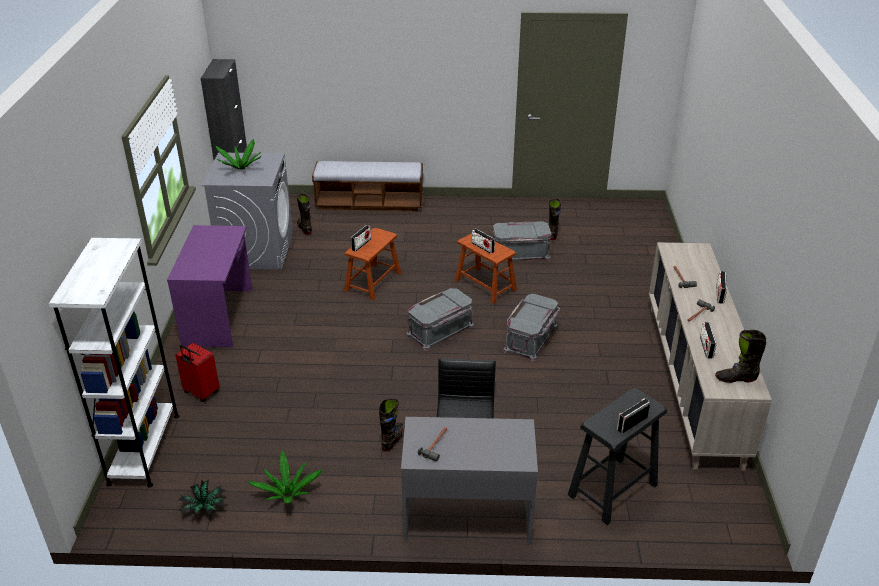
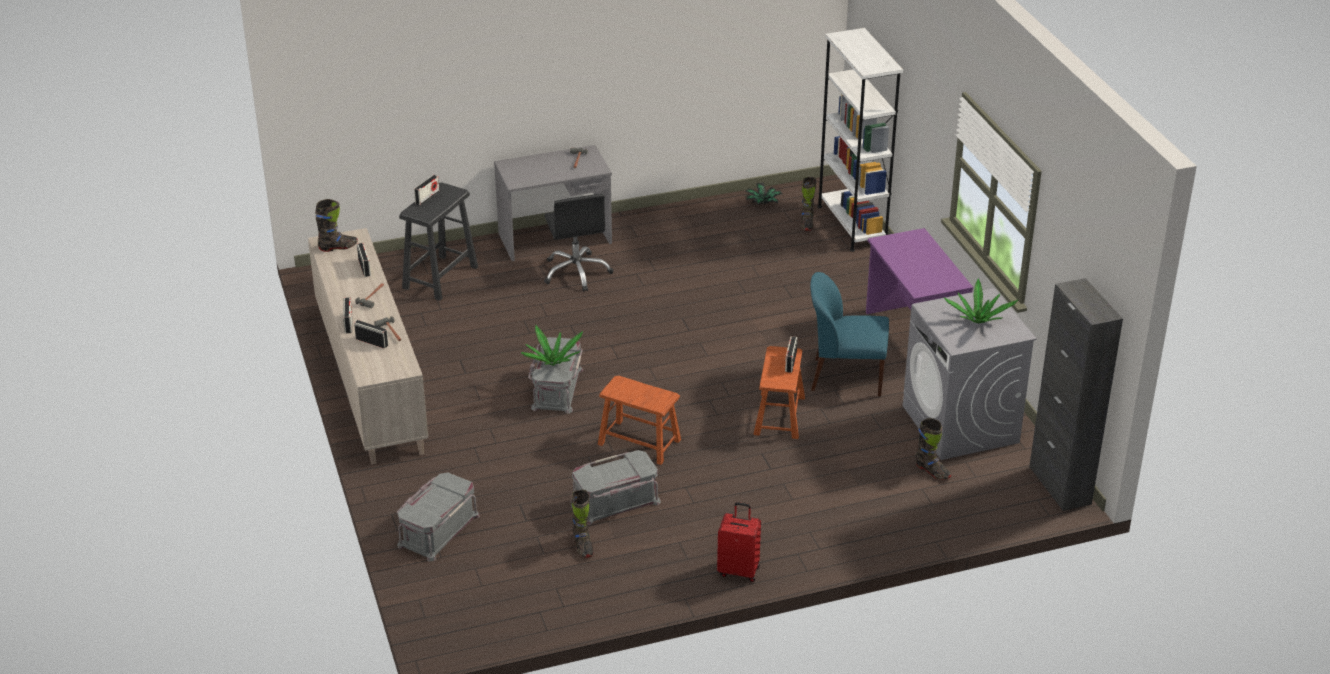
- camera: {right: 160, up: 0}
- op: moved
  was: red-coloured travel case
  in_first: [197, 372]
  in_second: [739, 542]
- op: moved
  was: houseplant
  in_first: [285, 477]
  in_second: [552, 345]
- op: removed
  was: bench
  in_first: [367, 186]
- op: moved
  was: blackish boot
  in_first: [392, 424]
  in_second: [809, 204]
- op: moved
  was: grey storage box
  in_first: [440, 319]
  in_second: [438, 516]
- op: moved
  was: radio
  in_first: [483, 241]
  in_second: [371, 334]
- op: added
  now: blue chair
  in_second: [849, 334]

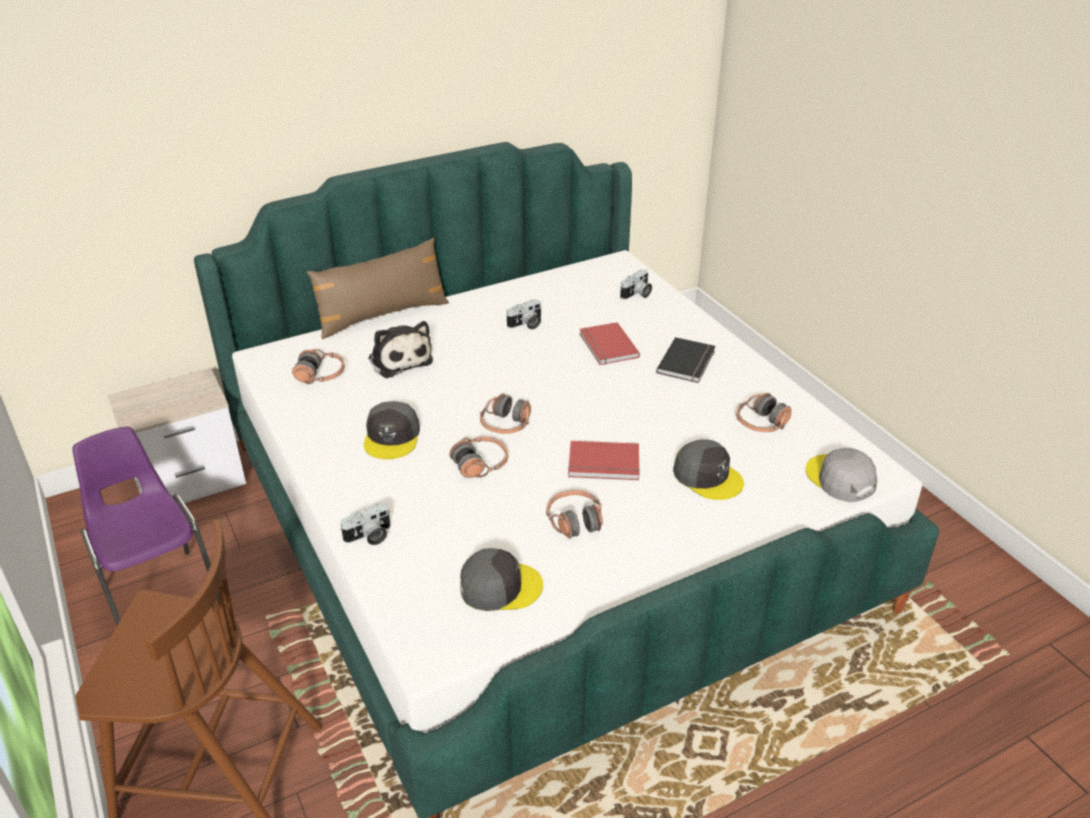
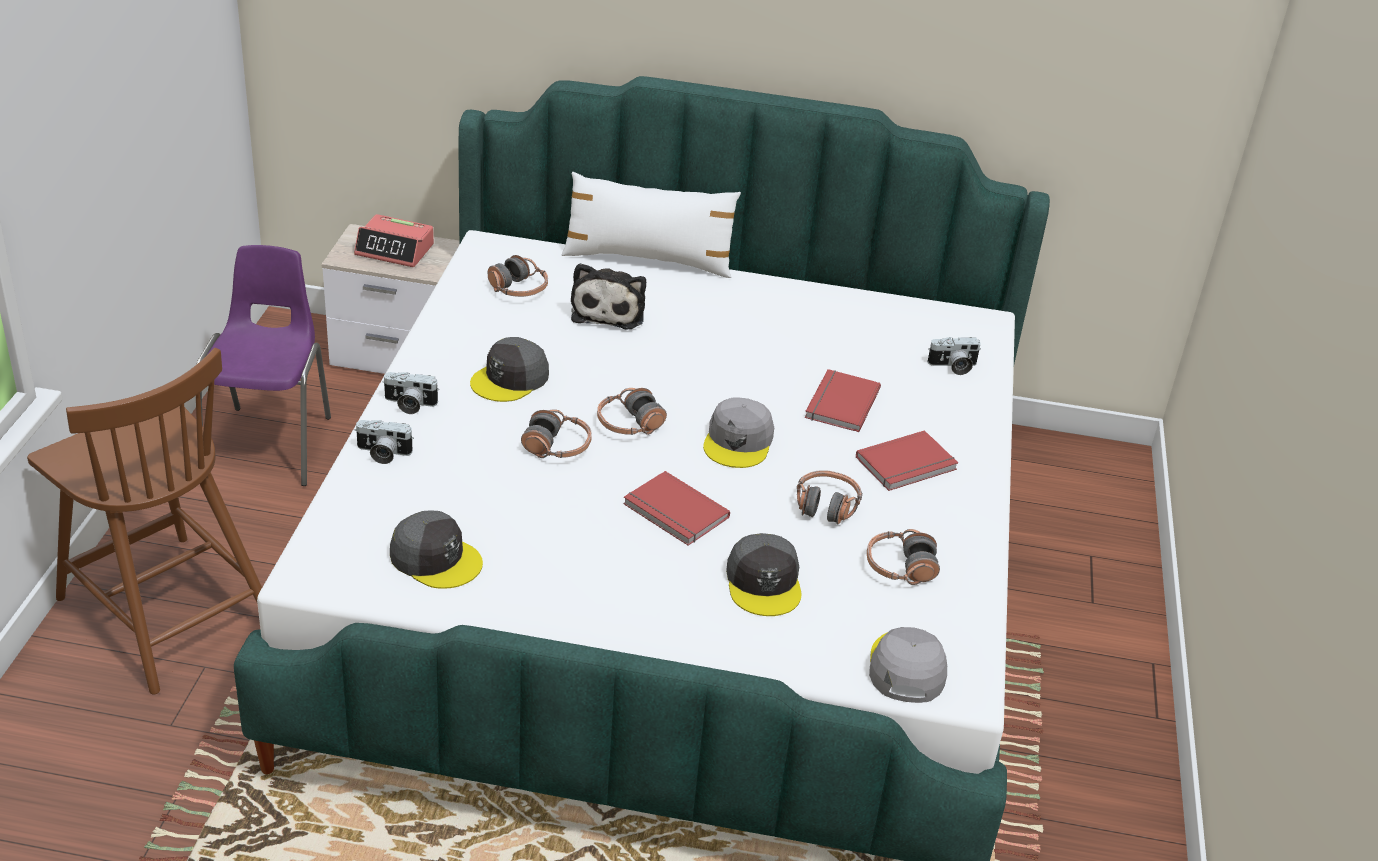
- camera: {right: 35, up: 0}
- op: recoloured
  was: brownish throw pillow
  now: whitish throw pillow
  in_first: [378, 288]
  in_second: [651, 225]
- op: moved
  was: photo camera
  in_first: [524, 314]
  in_second: [410, 393]
- op: moved
  was: headphones
  in_first: [574, 514]
  in_second: [829, 497]
- op: recoloured
  was: blackish bound book
  now: red-coloured bound book
  in_first: [685, 360]
  in_second: [907, 460]
- op: added
  now: bedside clock
  in_second: [394, 240]
- op: added
  now: grey peaked cap
  in_second: [738, 432]

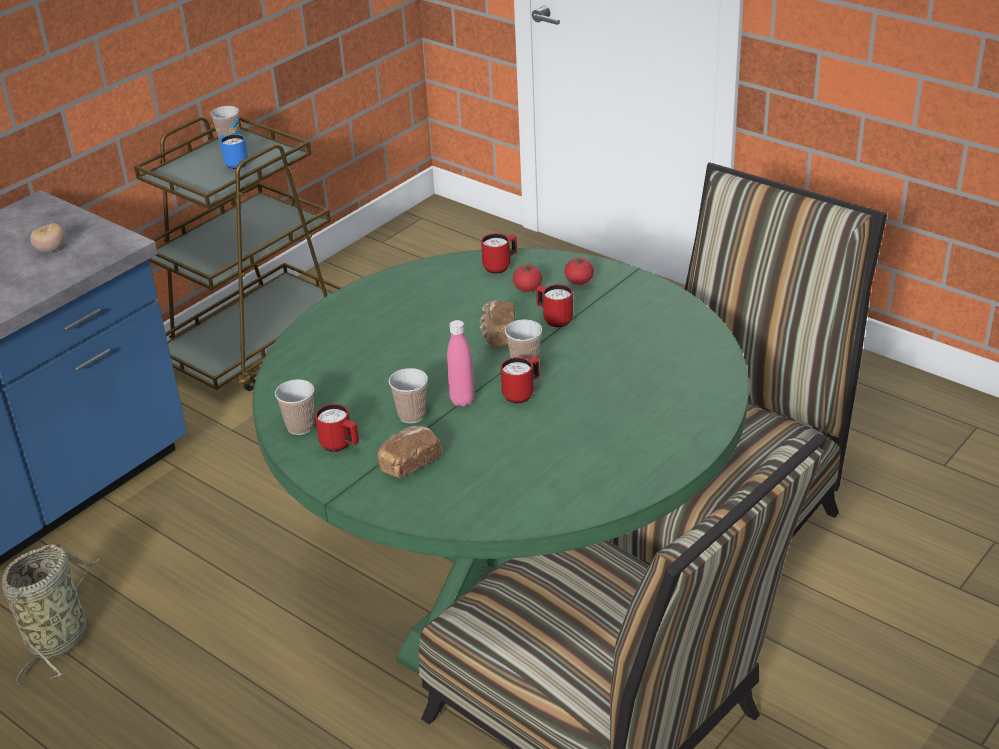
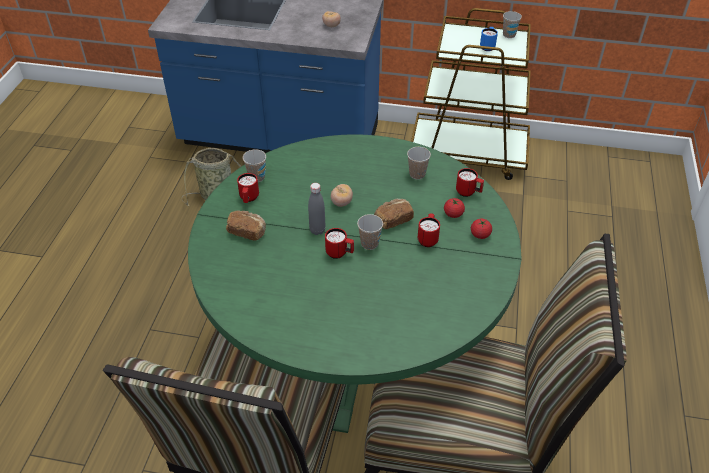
- camera: {right: 60, up: 10}
- op: moved
  was: cup
  in_first: [408, 395]
  in_second: [419, 163]
- op: recoloured
  was: pink-coloured beverage bottle
  now: grey beverage bottle
  in_first: [460, 363]
  in_second: [317, 209]
- op: added
  now: whole tomato
  in_second: [342, 195]

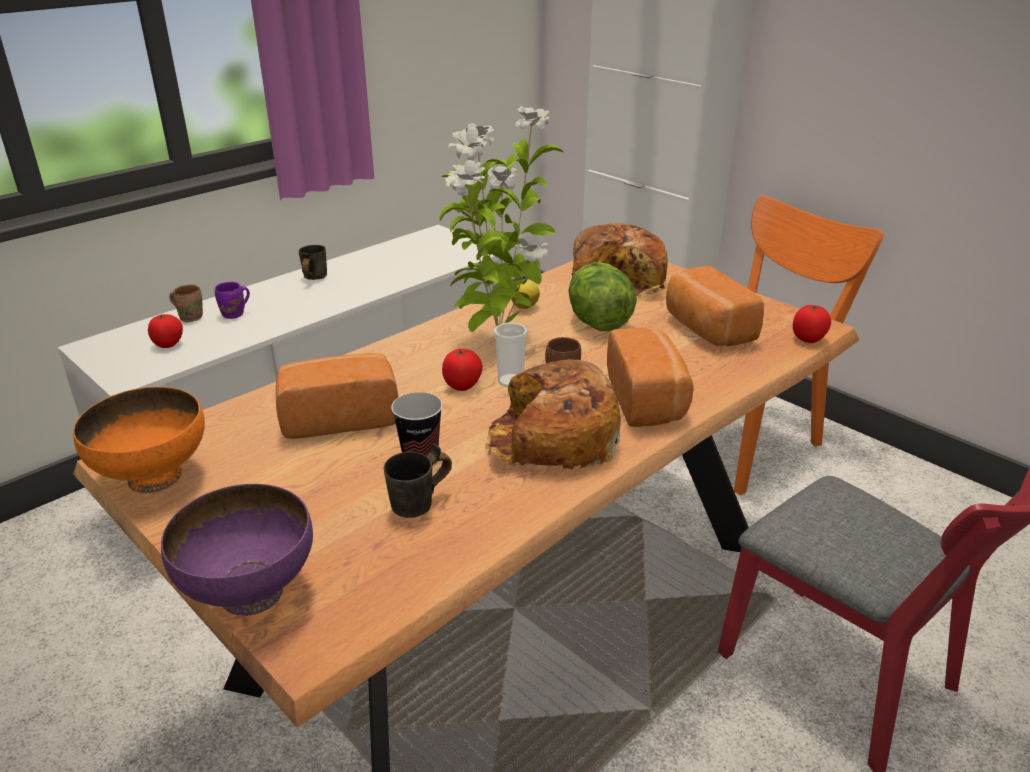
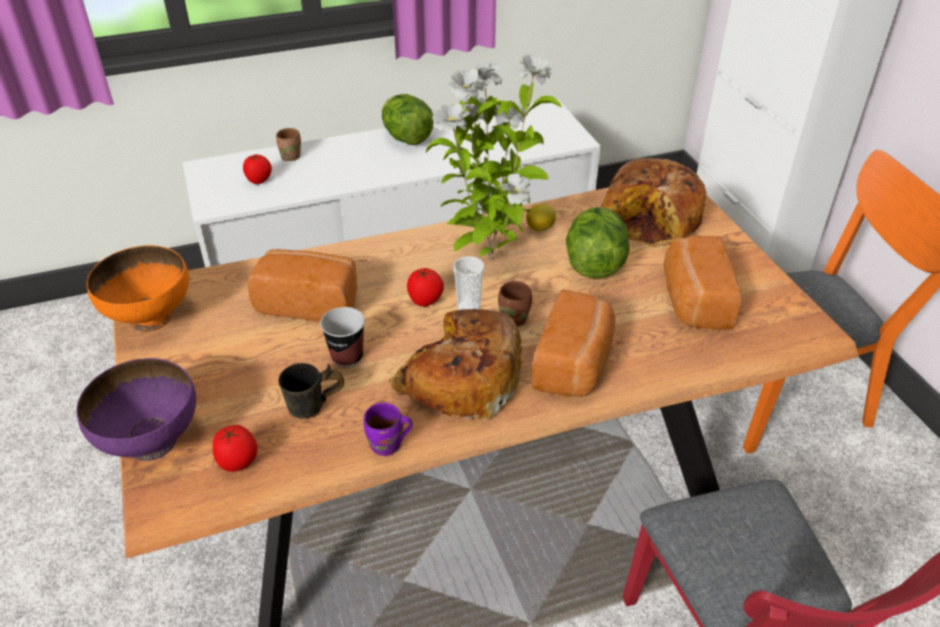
- camera: {right: 25, up: 10}
- op: moved
  was: purplish tea mug
  in_first: [232, 300]
  in_second: [388, 429]
- op: replaced
  was: grey tea mug
  now: lettuce
  in_first: [312, 262]
  in_second: [408, 119]
- op: moved
  was: whole tomato
  in_first: [812, 323]
  in_second: [235, 448]

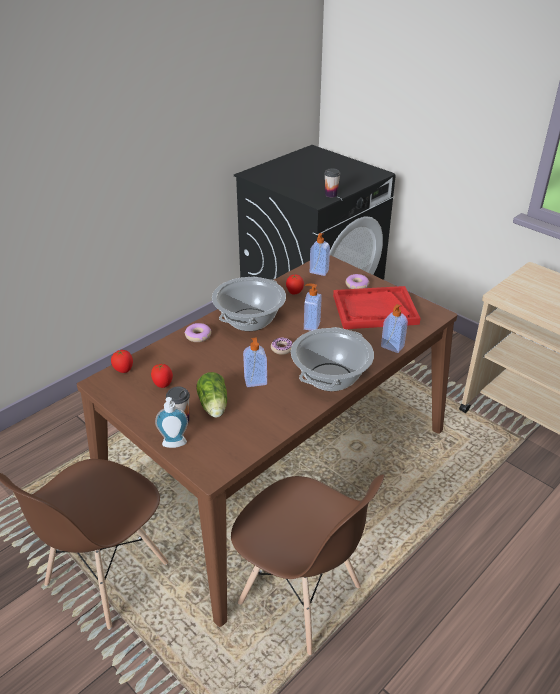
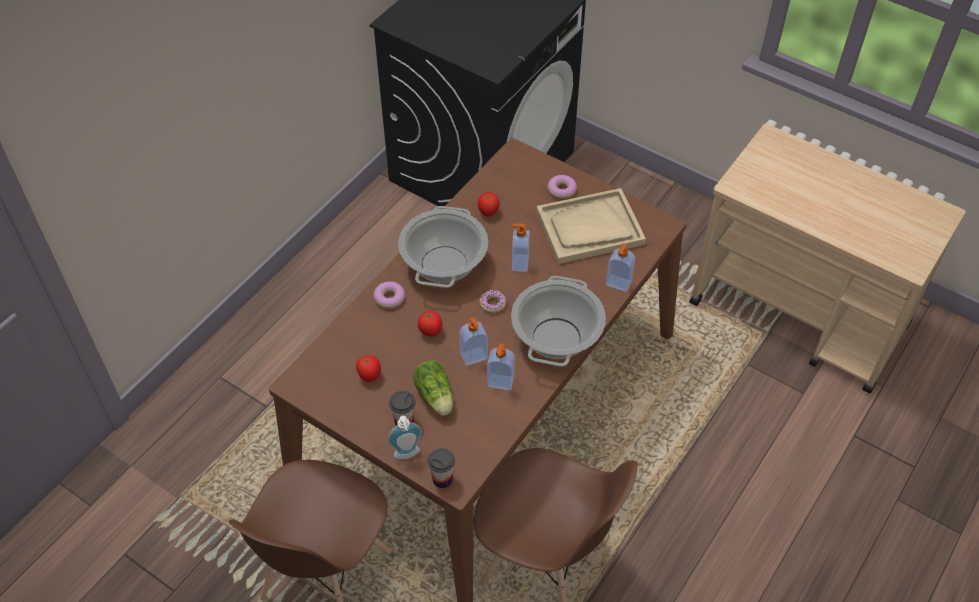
- camera: {right: -10, up: 15}
- op: moved
  was: whole tomato
  in_first: [122, 361]
  in_second: [430, 323]
- op: moved
  was: soap bottle
  in_first: [320, 254]
  in_second: [501, 367]
- op: moved
  was: cup
  in_first: [332, 183]
  in_second: [441, 468]
- op: recoloured
  was: red-coloured serving tray
  now: beige serving tray
  in_first: [377, 307]
  in_second: [591, 226]

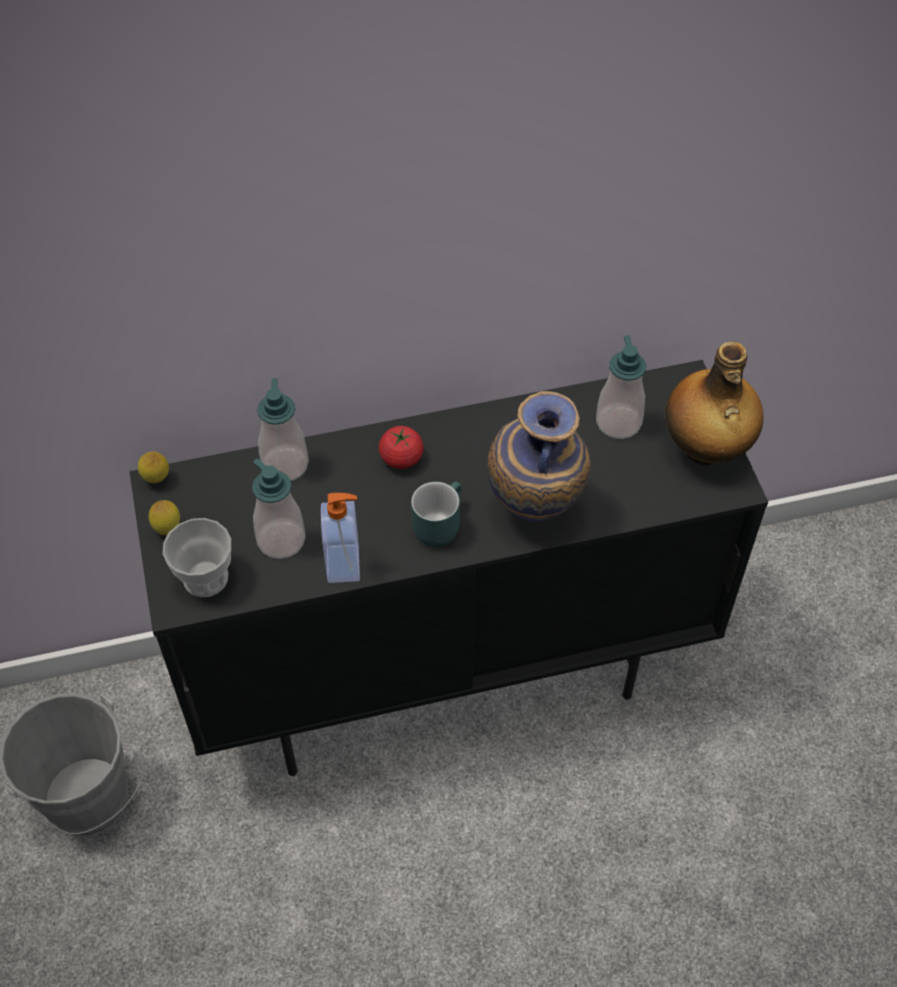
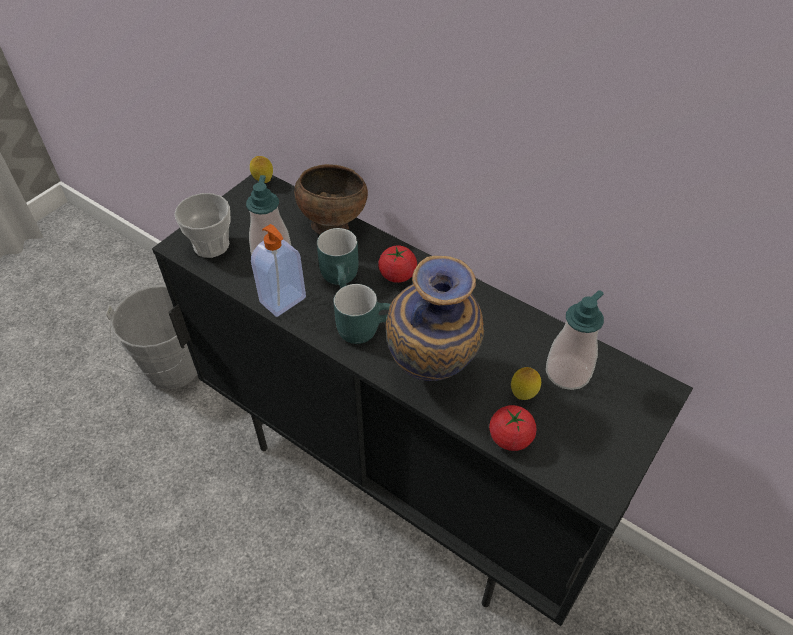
- camera: {right: 50, up: -5}
- op: moved
  was: whole lemon
  in_first: [164, 517]
  in_second: [526, 383]
- op: replaced
  was: soap bottle
  now: brownish bowl
  in_first: [283, 429]
  in_second: [331, 199]
- op: removed
  was: beverage bottle
  in_first: [714, 403]
- op: added
  now: blue-green tea mug
  in_second: [337, 258]
- op: added
  now: whole tomato
  in_second: [513, 428]

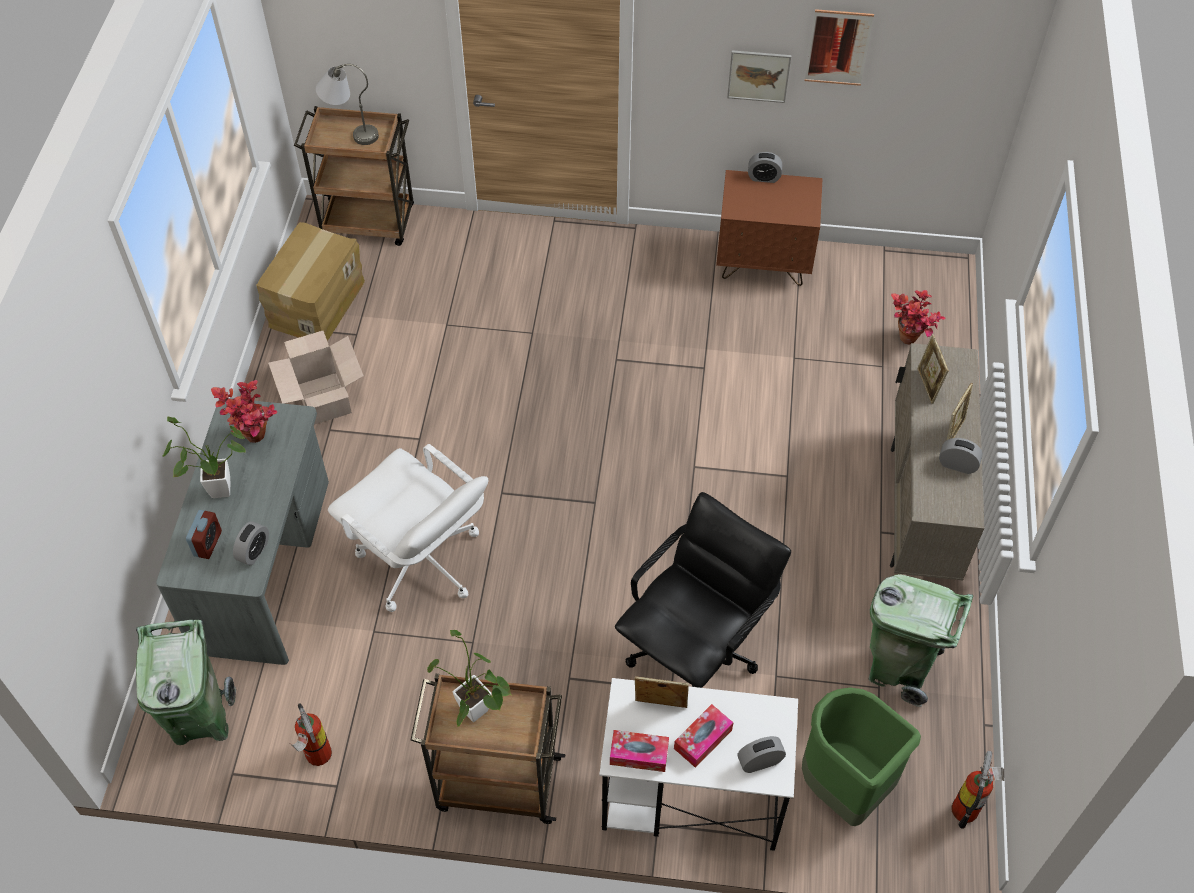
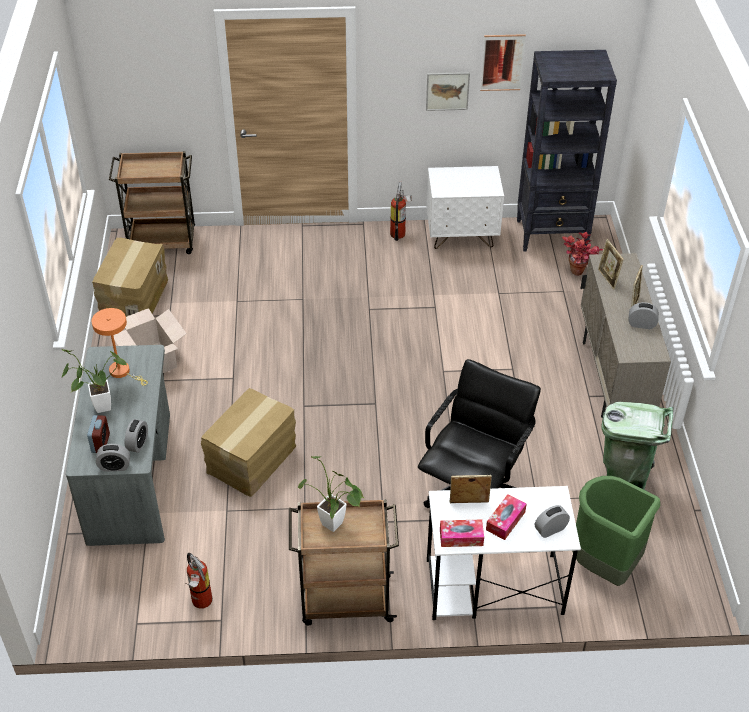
- camera: {right: -10, up: -10}
- op: removed
  was: greenish trash can
  in_first: [186, 682]
- op: replaced
  was: houseplant
  now: orange lamp for a table
  in_first: [244, 411]
  in_second: [120, 347]
- op: removed
  was: grey lamp for a table
  in_first: [347, 104]
- op: replaced
  was: whitish desk chair
  now: carton
  in_first: [408, 528]
  in_second: [248, 442]
- op: recoloured
  was: brownish bedside table
  now: whitish bedside table
  in_first: [769, 228]
  in_second: [465, 207]
- op: moved
  was: bedside clock
  in_first: [765, 167]
  in_second: [113, 458]
- op: moved
  was: fire extinguisher
  in_first: [978, 790]
  in_second: [401, 211]
- op: added
  now: blackish shelving unit
  in_second: [567, 150]

